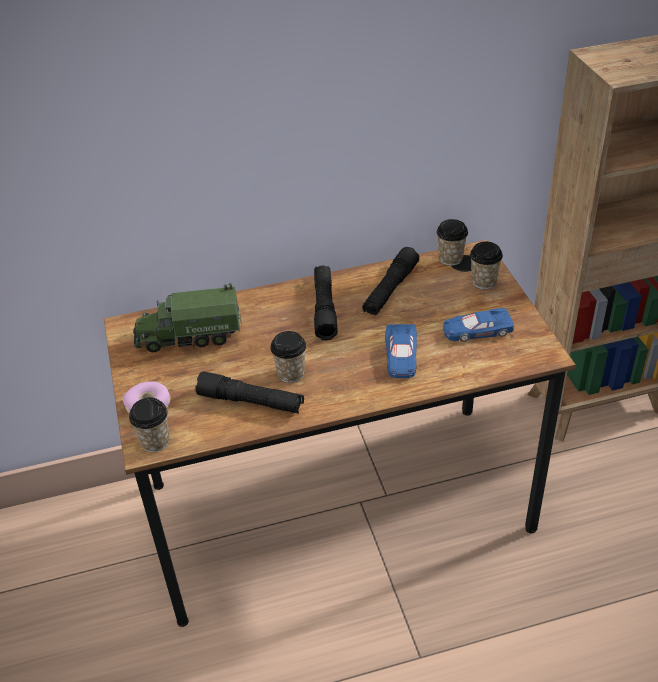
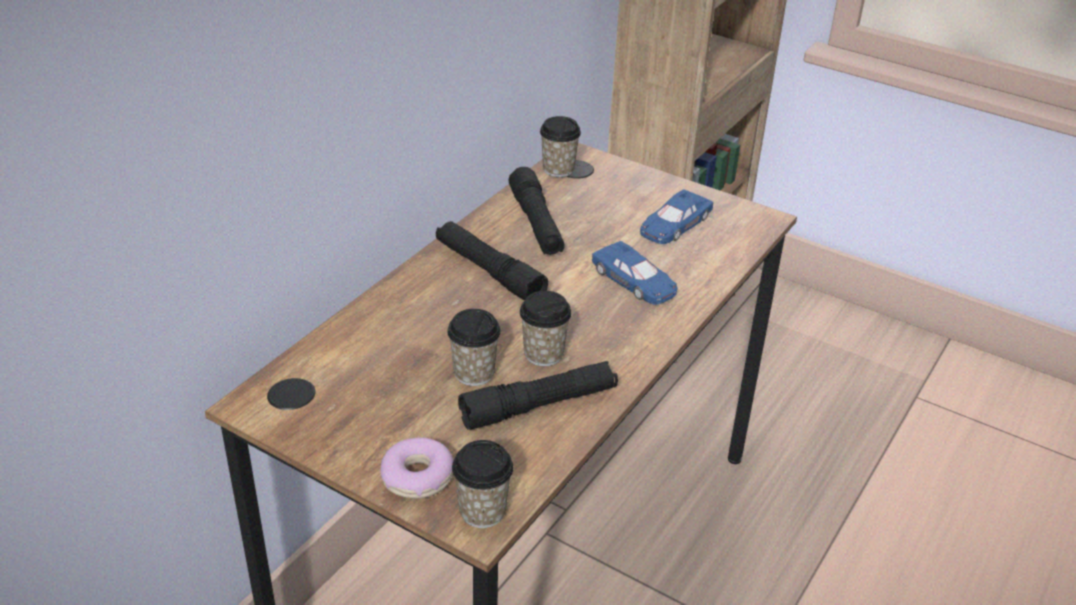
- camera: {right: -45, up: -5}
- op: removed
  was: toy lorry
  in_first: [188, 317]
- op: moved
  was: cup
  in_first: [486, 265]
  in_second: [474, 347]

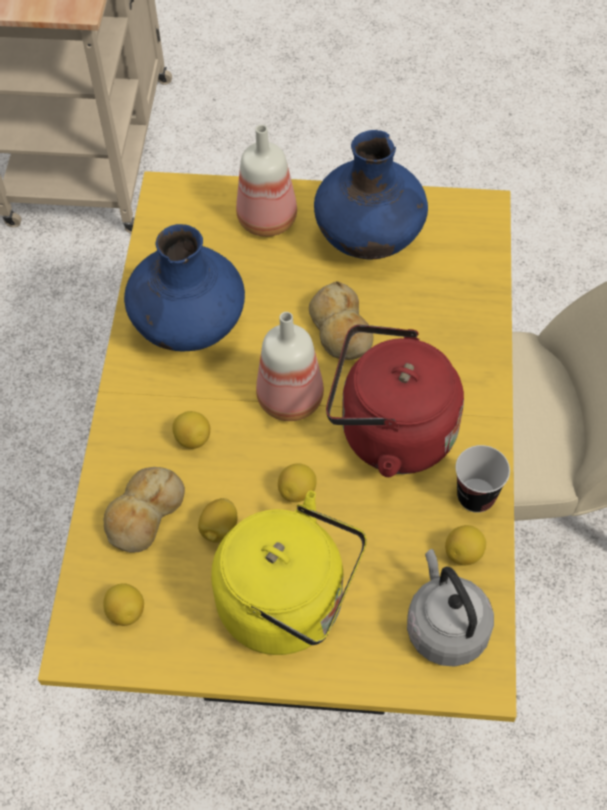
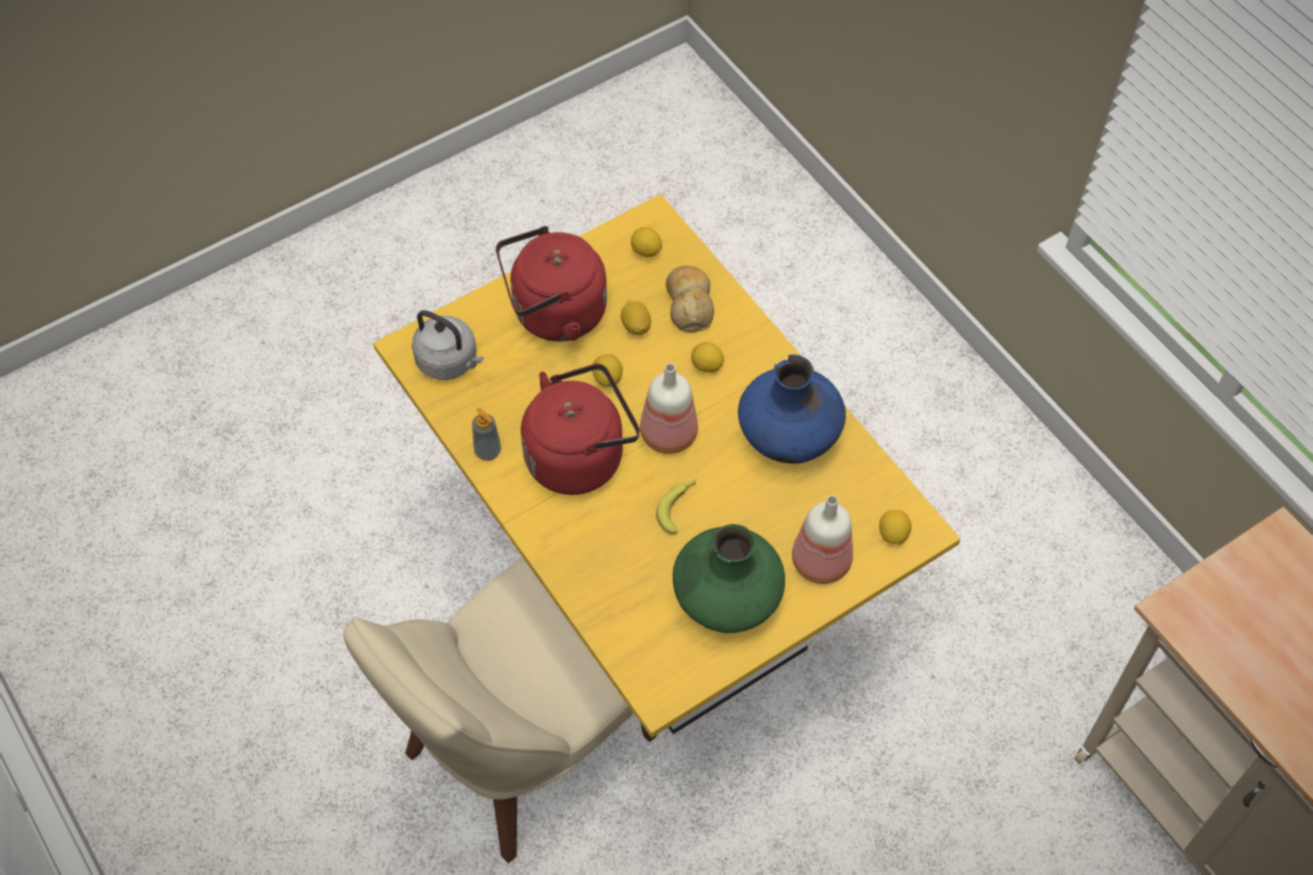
- camera: {right: 140, up: 0}
- op: recoloured
  was: yellow tea kettle
  now: red-coloured tea kettle
  in_first: [289, 573]
  in_second: [551, 284]
- op: replaced
  was: baked bread
  now: whole banana
  in_first: [341, 320]
  in_second: [676, 506]
- op: recoloured
  was: blue flower vase
  now: greenish flower vase
  in_first: [371, 194]
  in_second: [729, 578]
- op: moved
  was: whole lemon
  in_first: [465, 545]
  in_second: [895, 527]
- op: replaced
  was: cup
  now: soap bottle
  in_first: [483, 479]
  in_second: [486, 434]

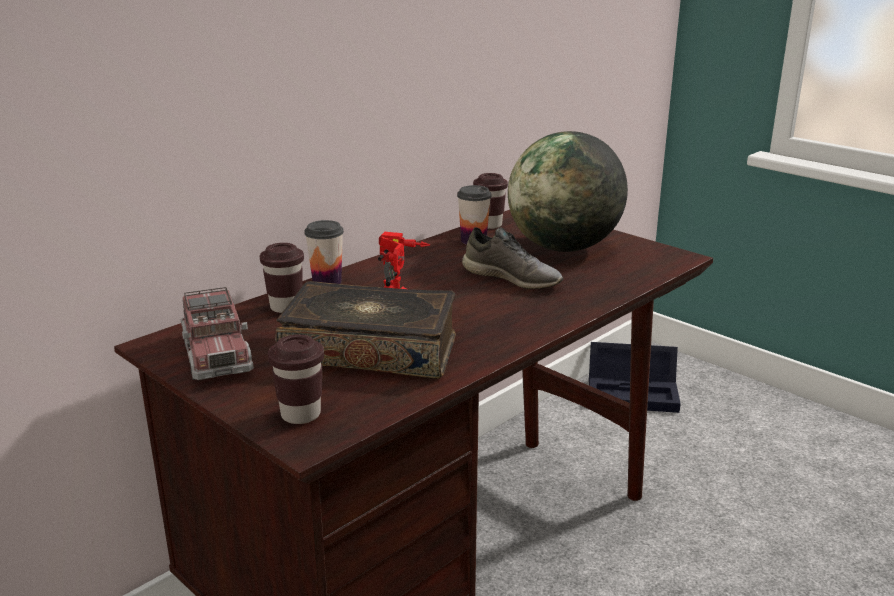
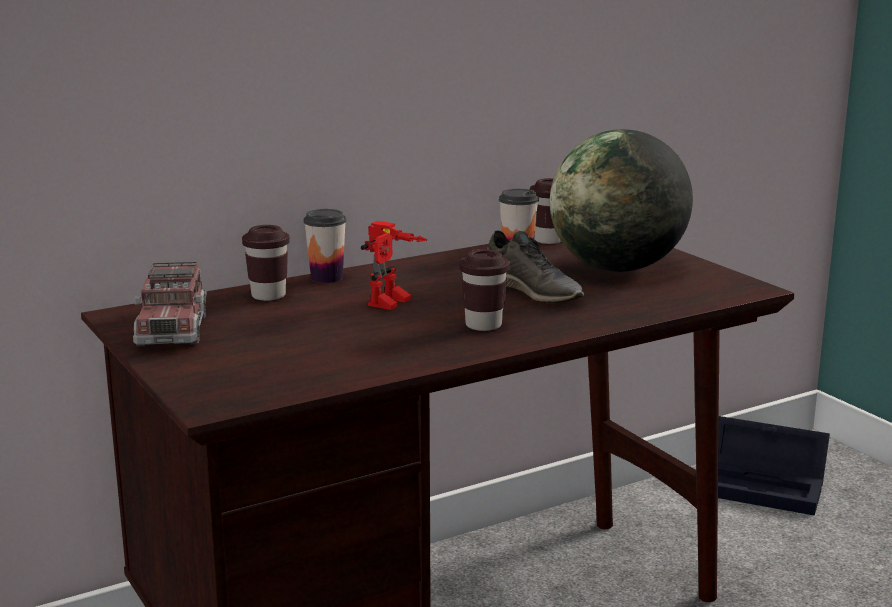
- camera: {right: 15, up: -5}
- op: moved
  was: brownish cup
  in_first: [296, 379]
  in_second: [484, 290]
- op: removed
  was: bound book
  in_first: [365, 330]

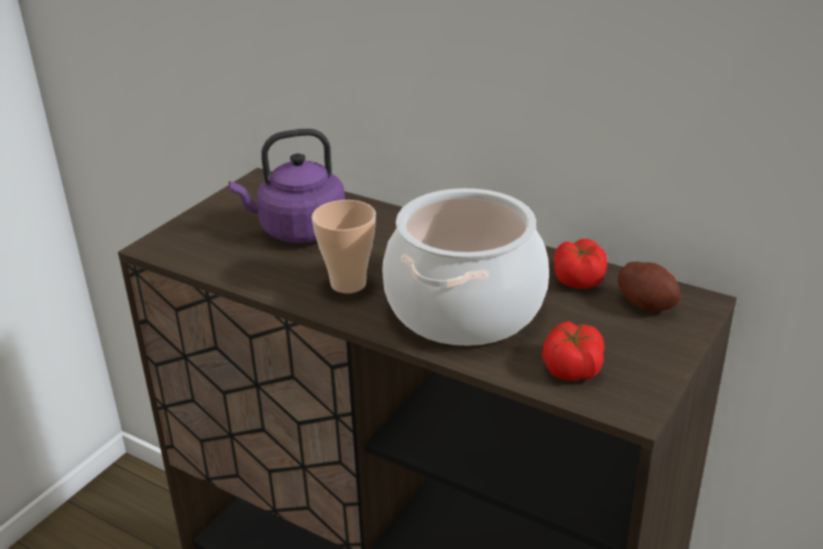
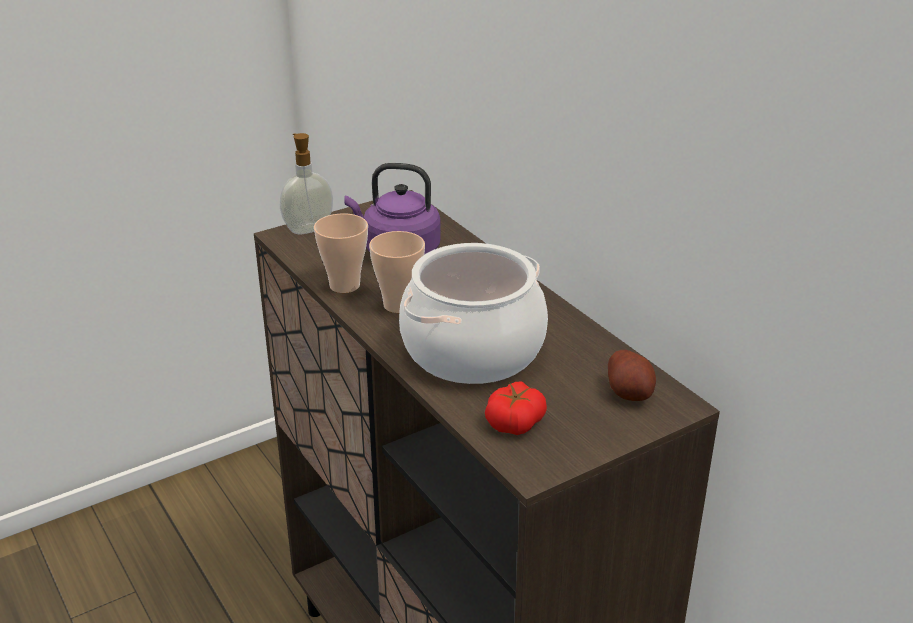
- camera: {right: 25, up: 0}
- op: removed
  was: whole tomato
  in_first: [580, 264]
- op: added
  now: soap bottle
  in_second: [306, 184]
- op: added
  now: cup
  in_second: [341, 253]

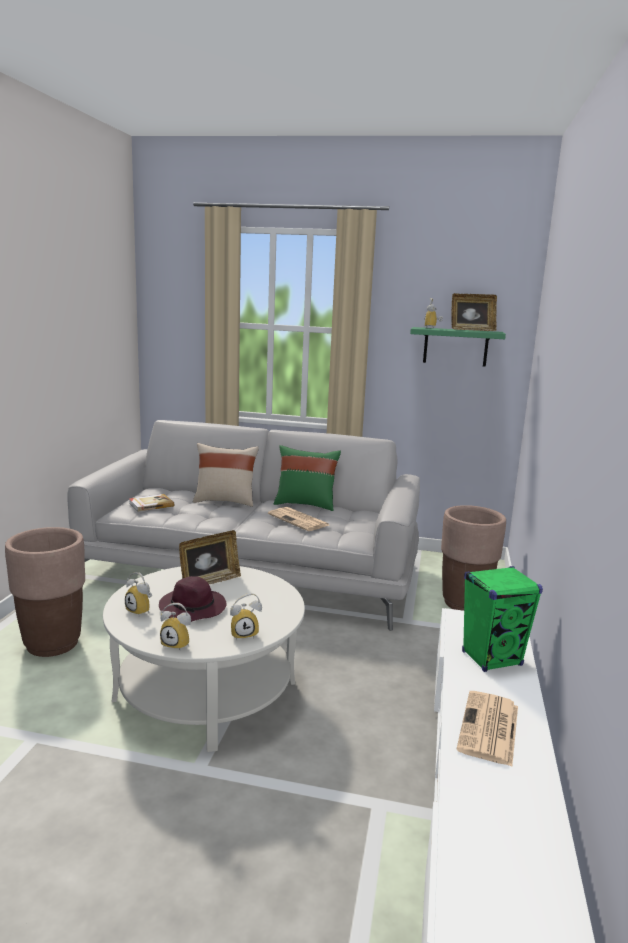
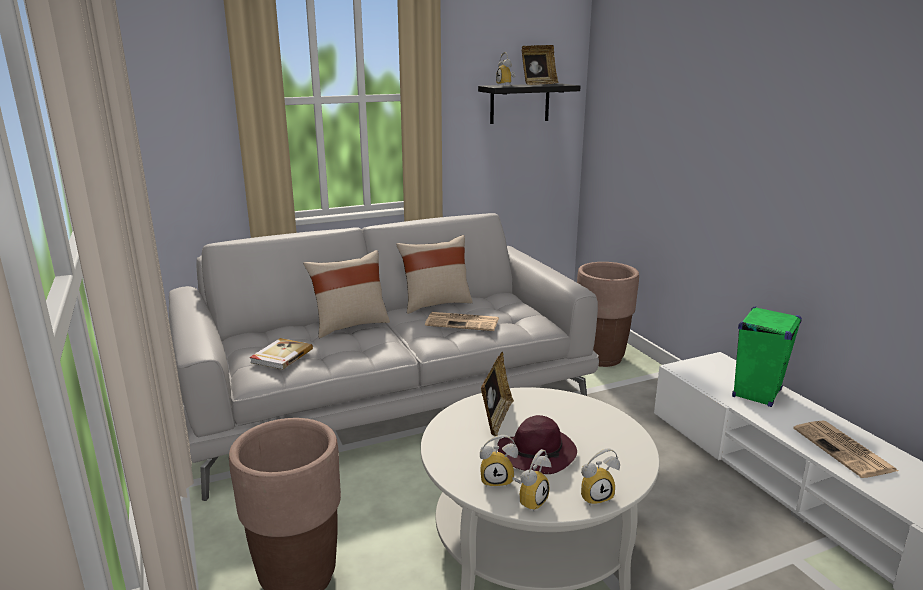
- camera: {right: -35, up: 5}
- op: moved
  was: bedside clock
  in_first: [246, 617]
  in_second: [531, 480]
- op: recoloured
  was: greenish throw pillow
  now: beige throw pillow
  in_first: [307, 478]
  in_second: [434, 274]
- op: recoloured
  was: greenish bracket shelf
  now: blackish bracket shelf
  in_first: [458, 347]
  in_second: [529, 103]

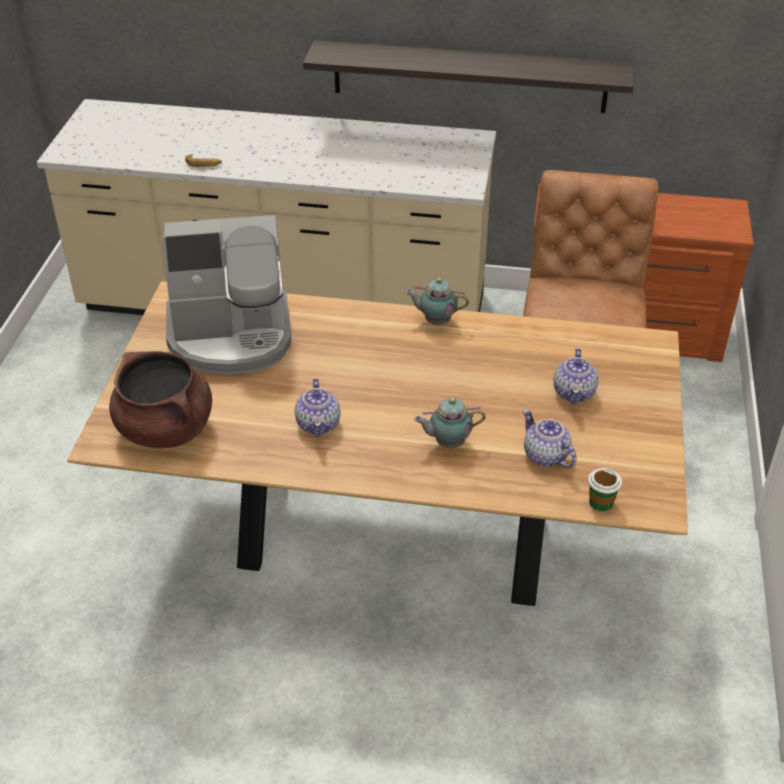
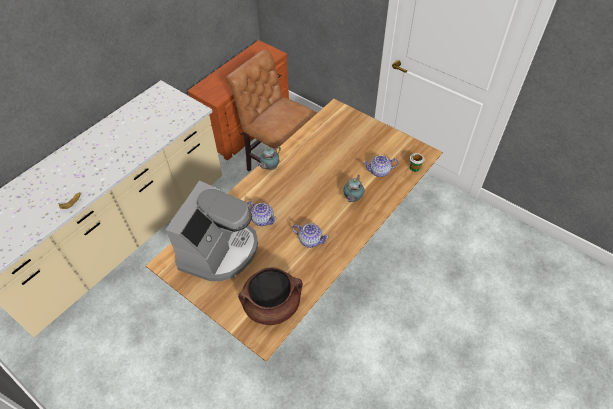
- camera: {right: -60, up: 10}
- op: removed
  was: bracket shelf
  in_first: [468, 76]
- op: moved
  was: teapot
  in_first: [575, 376]
  in_second: [262, 213]

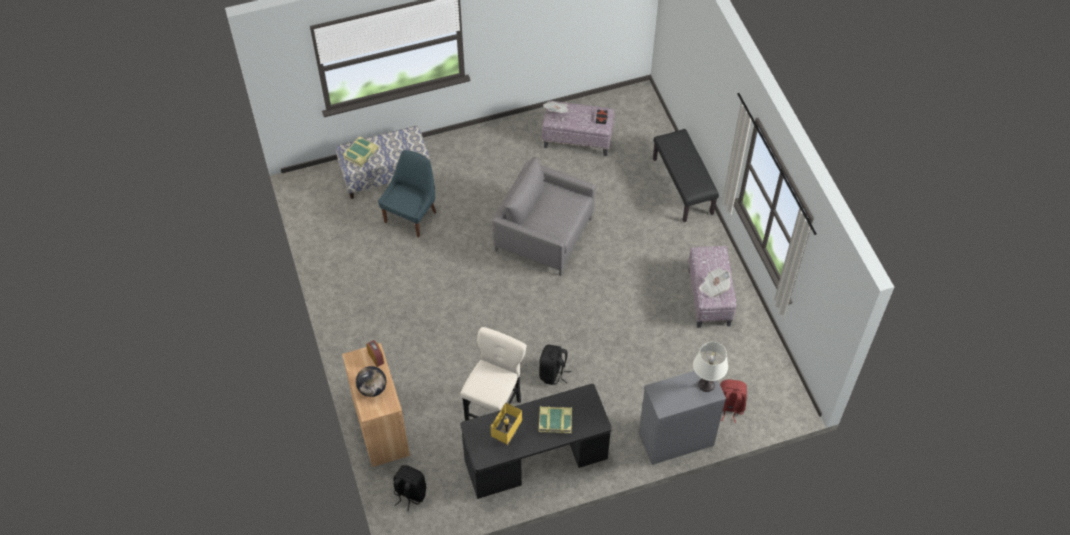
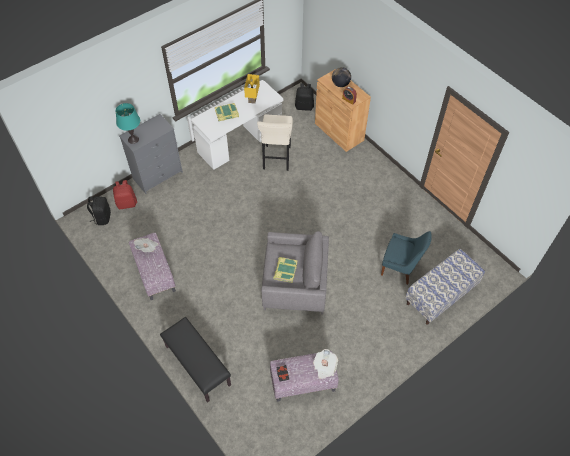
- camera: {right: 160, up: 0}
- op: moved
  was: bound book
  in_first: [360, 151]
  in_second: [285, 270]
- op: turned
  was: blue chair
  in_first: [407, 194]
  in_second: [406, 258]
  clockwise: -75
- op: recoloured
  was: blackish desk table
  now: whitish desk table
  in_first: [536, 441]
  in_second: [237, 125]
- op: moved
  was: blackish rucksack
  in_first: [555, 364]
  in_second: [99, 210]
- op: recoloured
  was: whitish lamp for a table
  now: blue-green lamp for a table
  in_first: [710, 367]
  in_second: [128, 123]

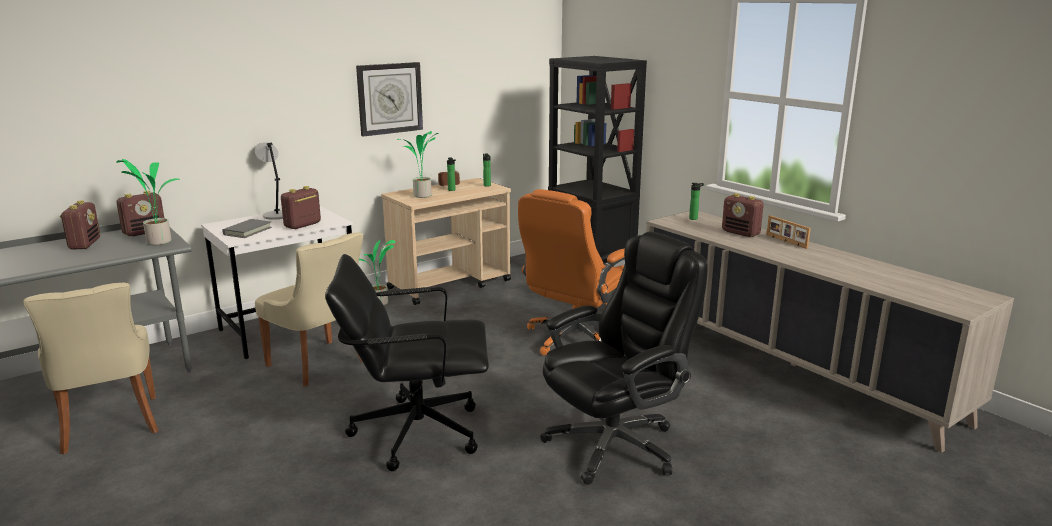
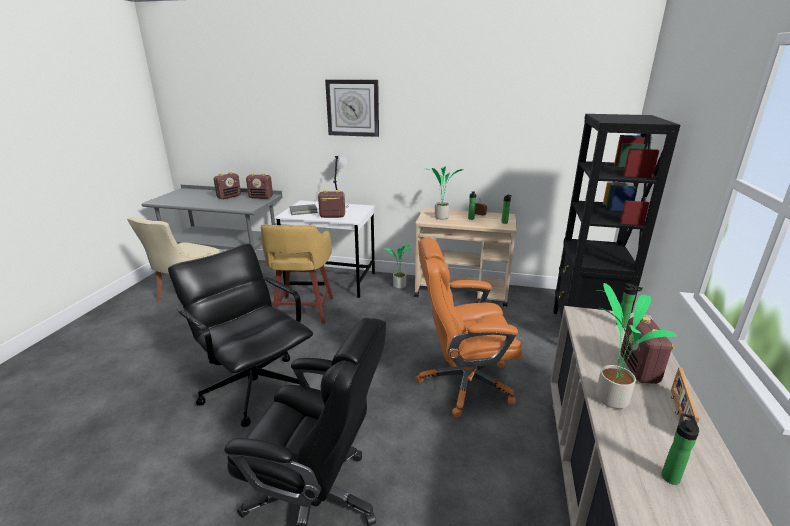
- camera: {right: 50, up: 5}
- op: moved
  was: houseplant
  in_first: [148, 202]
  in_second: [636, 346]
- op: replaced
  was: beige chair
  now: yellow stool
  in_first: [309, 309]
  in_second: [297, 274]
- op: moved
  was: hanging clock
  in_first: [389, 99]
  in_second: [352, 108]
- op: added
  now: beverage bottle
  in_second: [680, 449]

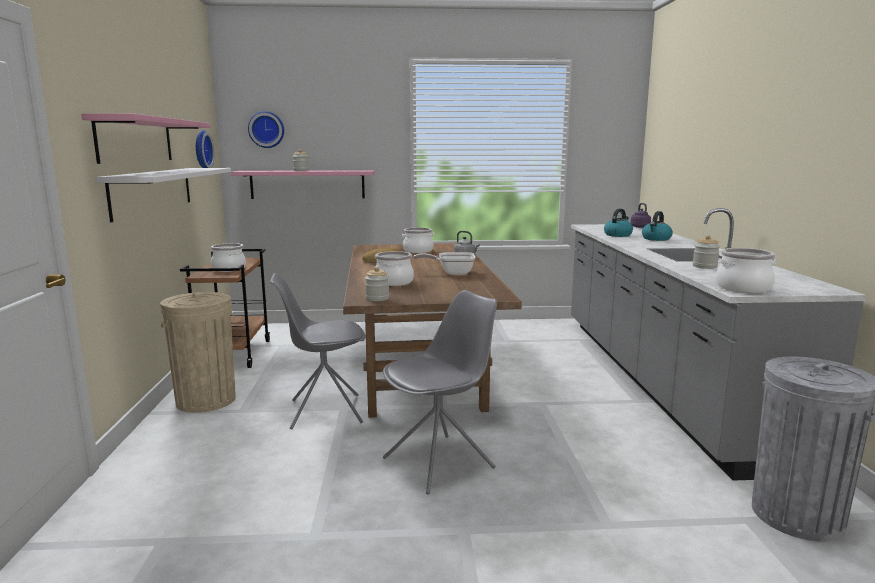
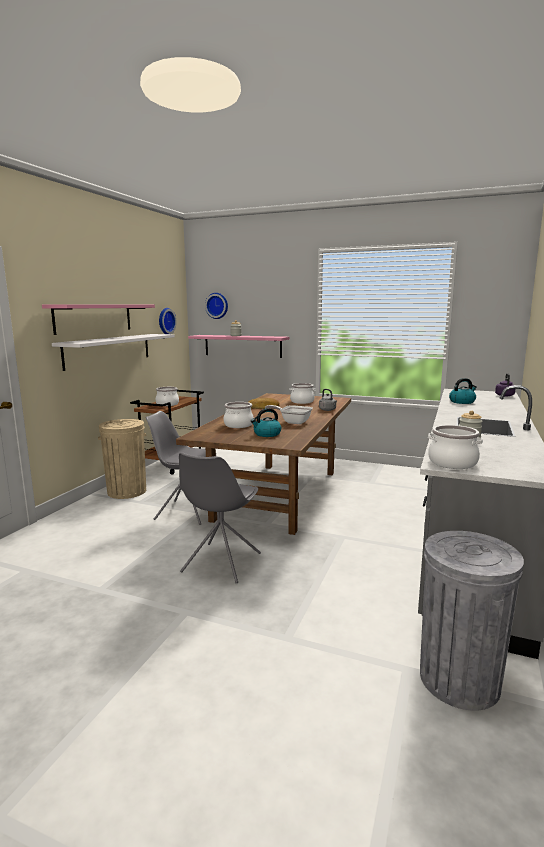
- camera: {right: 25, up: 0}
- op: removed
  was: preserve jar
  in_first: [377, 284]
- op: turned
  was: grey chair
  in_first: [440, 392]
  in_second: [220, 517]
  clockwise: 120
- op: moved
  was: tea kettle
  in_first: [657, 226]
  in_second: [266, 422]

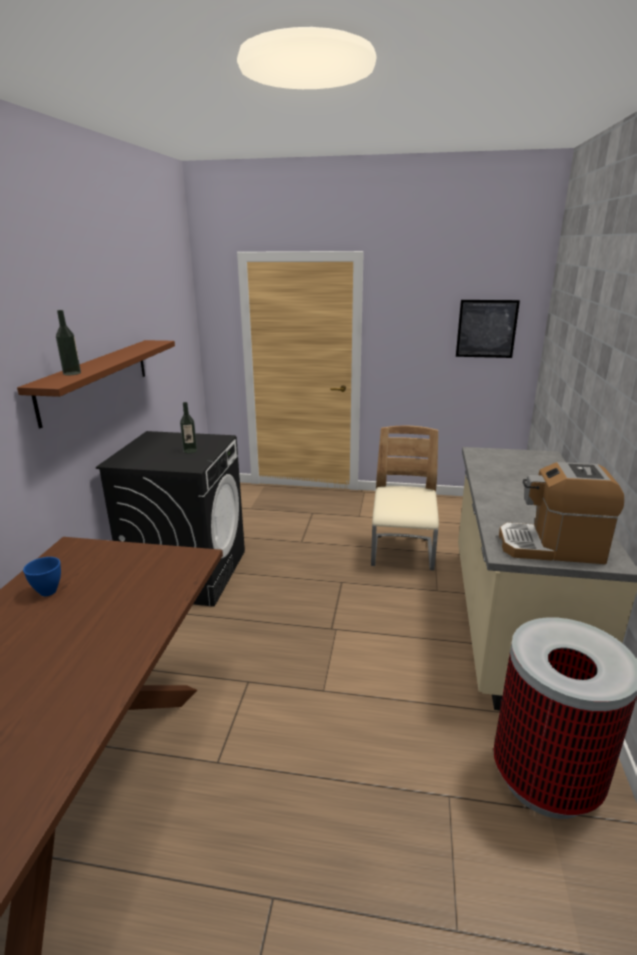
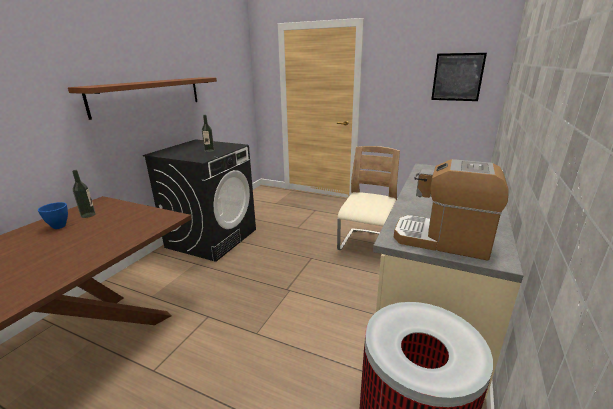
- camera: {right: 15, up: 0}
- op: moved
  was: beverage bottle
  in_first: [68, 342]
  in_second: [84, 194]

